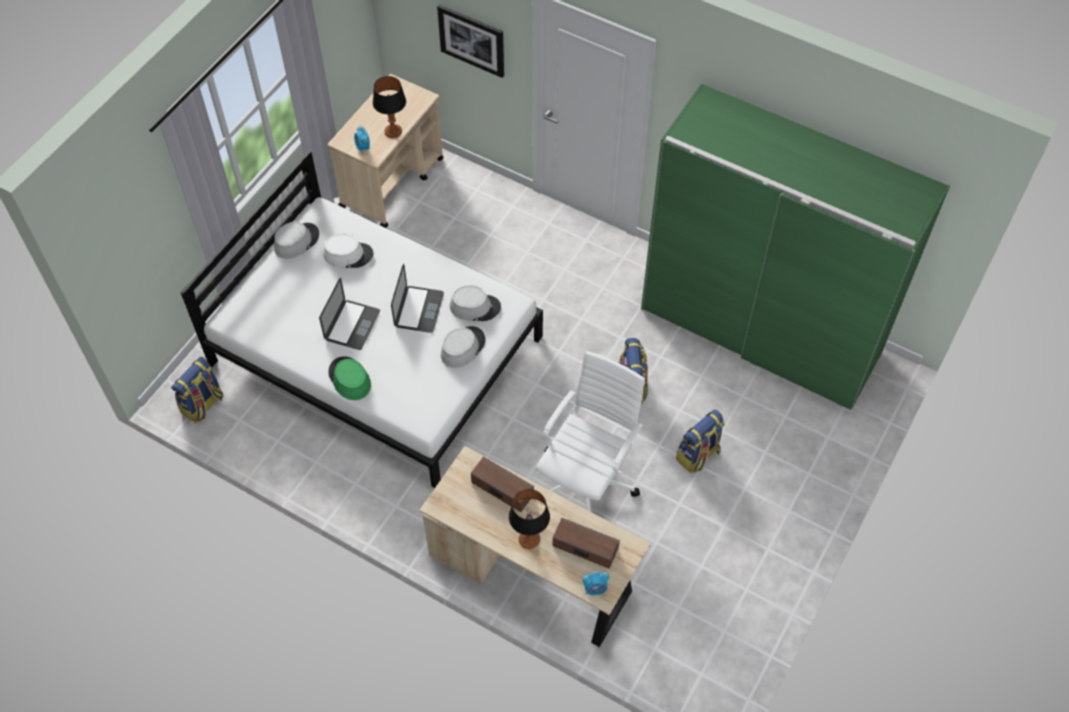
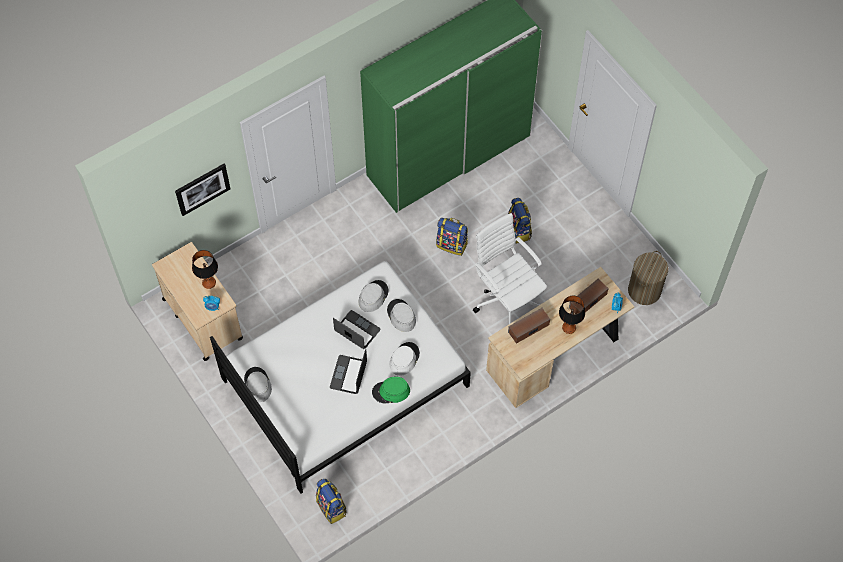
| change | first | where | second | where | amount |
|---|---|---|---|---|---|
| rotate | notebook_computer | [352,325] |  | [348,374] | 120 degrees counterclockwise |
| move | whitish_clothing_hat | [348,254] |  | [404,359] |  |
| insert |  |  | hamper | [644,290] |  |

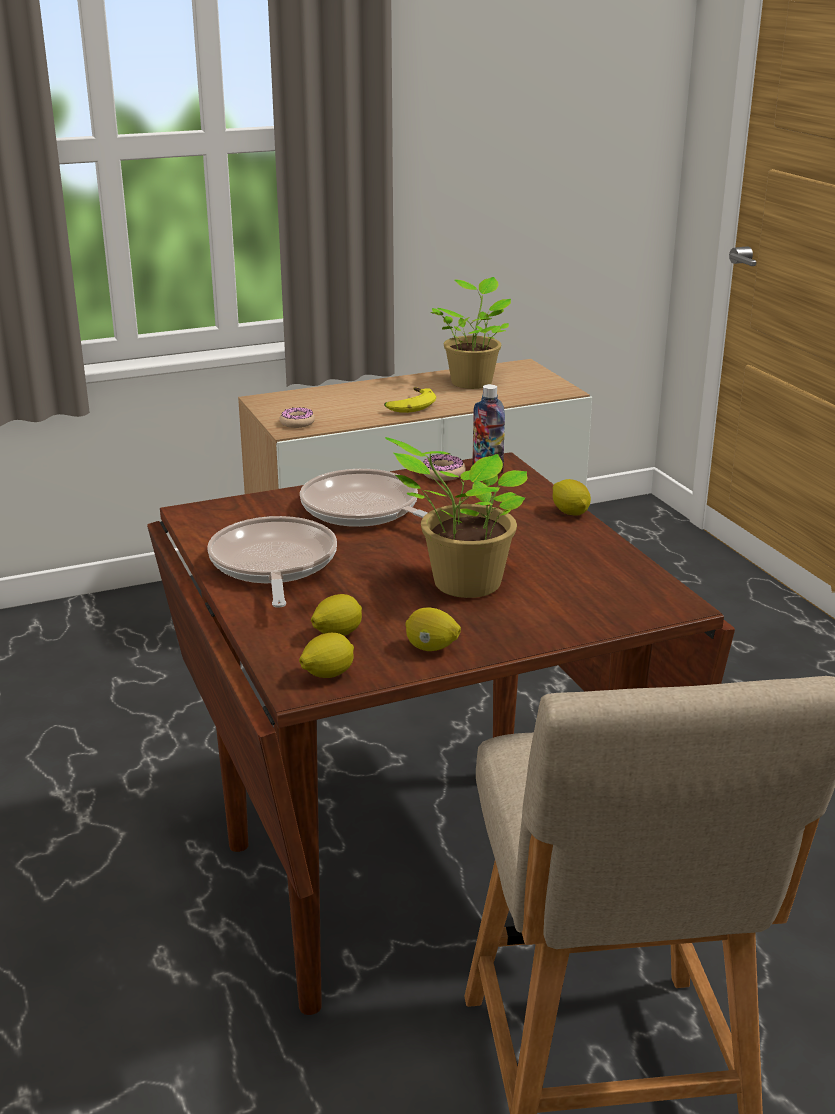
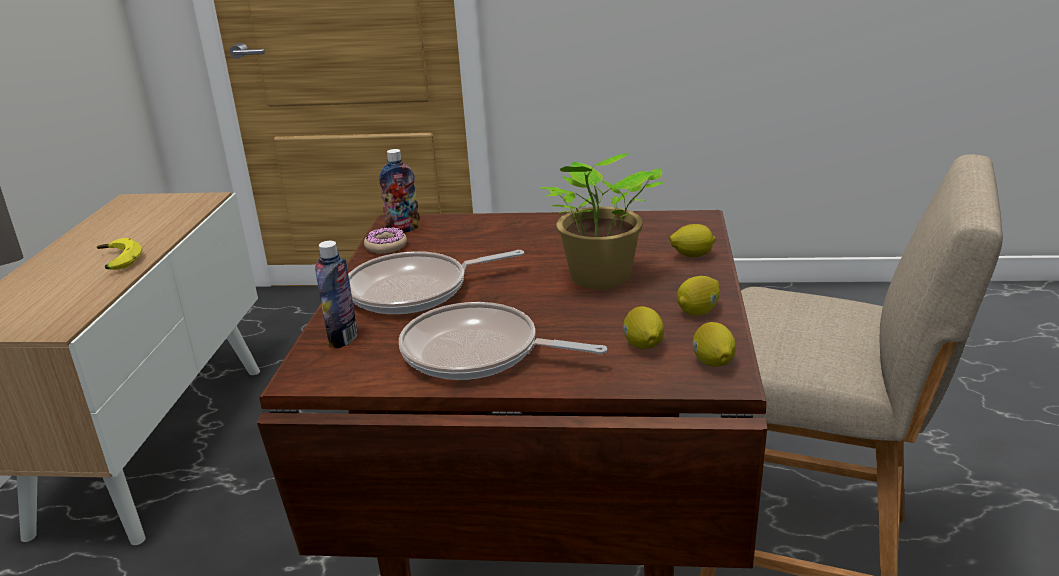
| change | first | where | second | where | amount |
|---|---|---|---|---|---|
| insert |  |  | beverage_bottle | [343,339] |  |
| move | lemon | [570,512] |  | [692,256] |  |
| delete | doughnut | [297,423] |  |  |  |
| delete | houseplant | [472,381] |  |  |  |

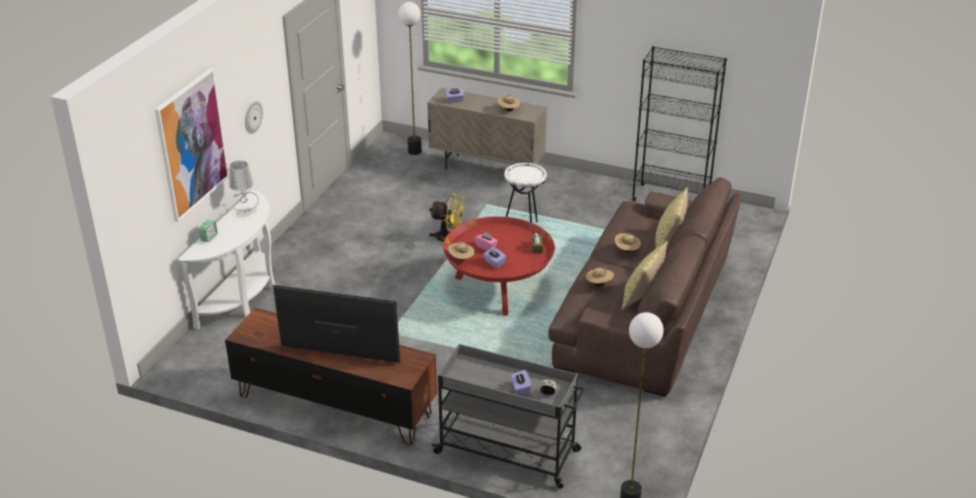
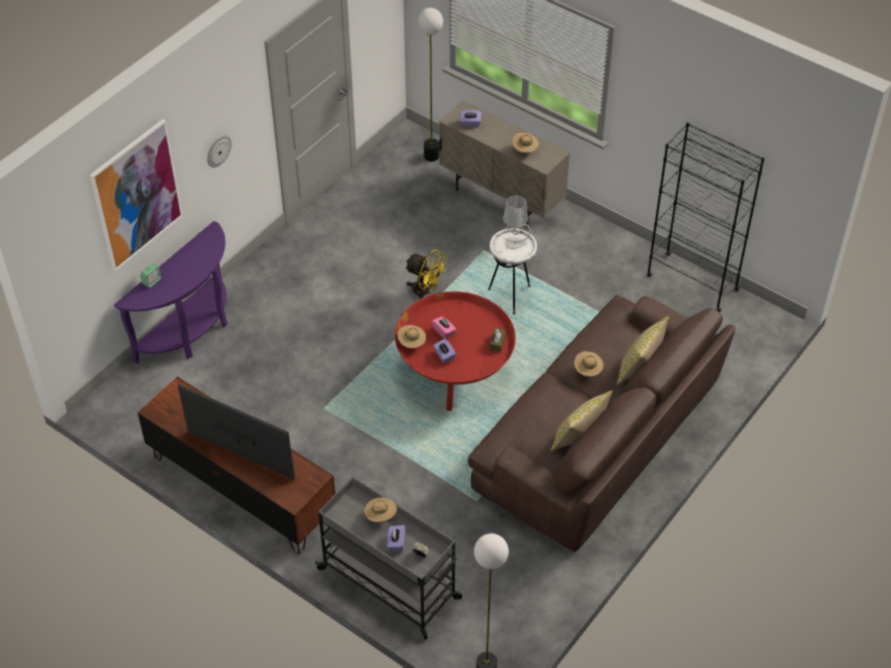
| change | first | where | second | where | amount |
|---|---|---|---|---|---|
| recolor | whitish_hall_table | [242,297] | purplish_hall_table | [191,331] |  |
| move | beige-coloured_clothing_hat | [599,284] |  | [380,517] |  |
| move | greyish_lamp_for_a_table | [246,212] |  | [515,243] |  |

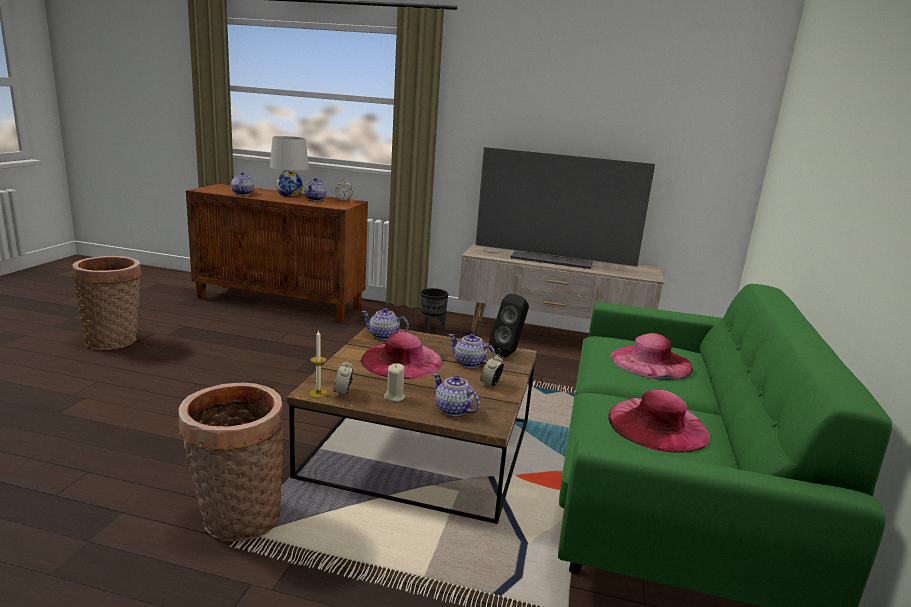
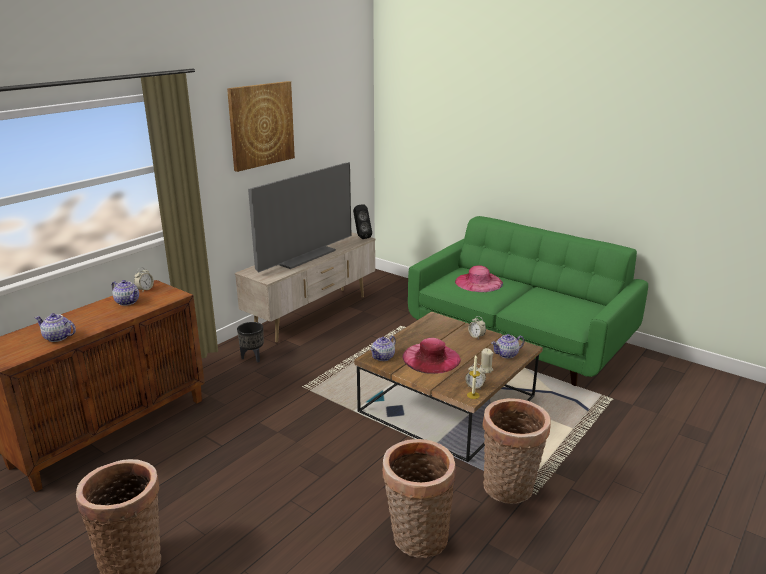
| change | first | where | second | where | amount |
|---|---|---|---|---|---|
| insert |  |  | wall_art | [261,125] |  |
| move | black-coloured_loudspeaker | [508,353] |  | [361,237] |  |
| insert |  |  | basket | [417,539] |  |
| delete | whitish_lamp_for_a_table | [289,194] |  |  |  |
| delete | tea_pot | [469,363] |  |  |  |
| delete | pinkish_clothing_hat | [657,425] |  |  |  |

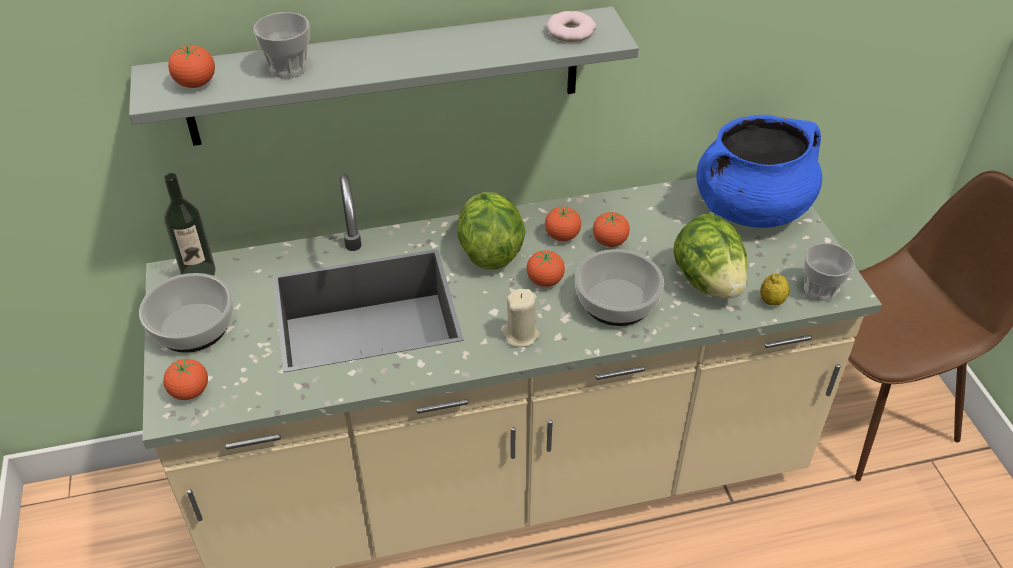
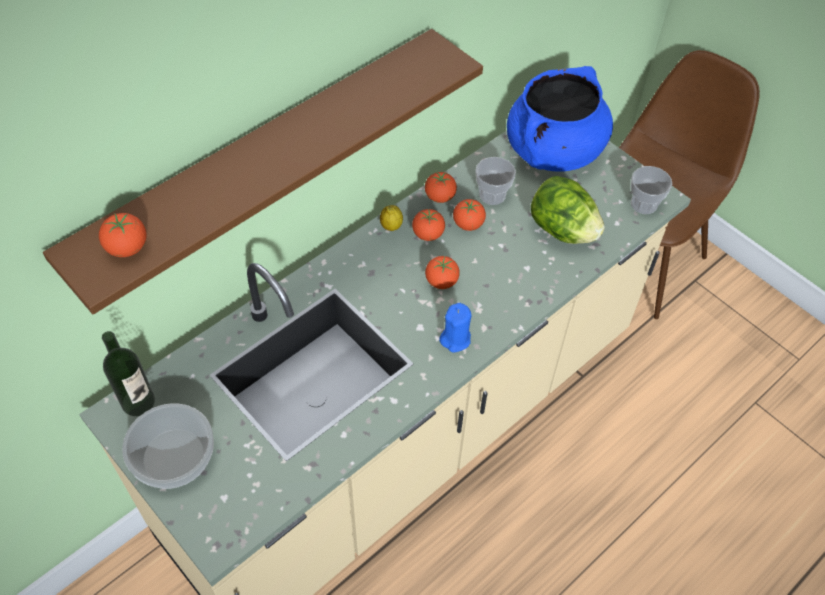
| change | first | where | second | where | amount |
|---|---|---|---|---|---|
| recolor | greyish_shelf | [386,77] | brown-coloured_shelf | [262,162] |  |
| move | lemon | [771,301] |  | [391,226] |  |
| move | tomato | [190,391] |  | [440,197] |  |
| recolor | beige-coloured_candle | [521,335] | bluish_candle | [455,339] |  |
| move | small_cup | [288,68] |  | [492,195] |  |
| delete | head_of_lettuce | [489,251] |  |  |  |
| delete | doughnut | [570,31] |  |  |  |
| delete | deep_dish | [617,301] |  |  |  |

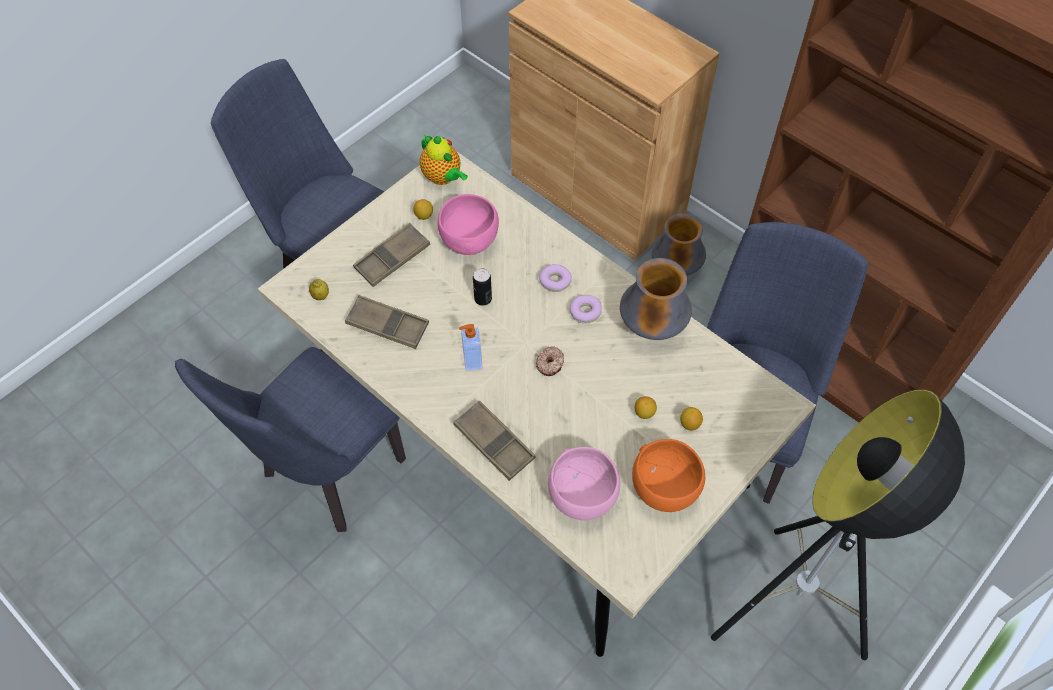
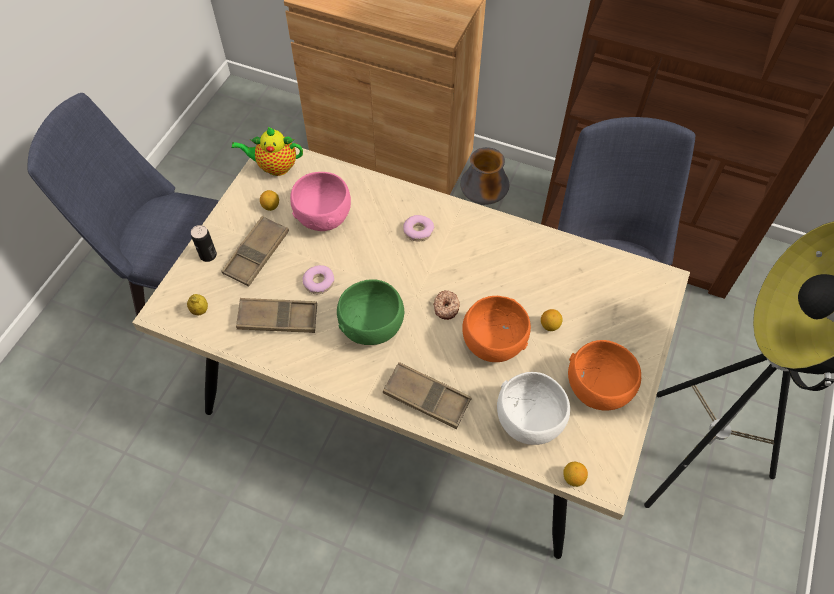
| change | first | where | second | where | amount |
|---|---|---|---|---|---|
| move | sealed_can | [483,298] |  | [208,255] |  |
| rotate | tea_pot | [443,178] |  | [275,167] | 150 degrees clockwise |
| move | doughnut | [585,312] |  | [319,282] |  |
| replace | liquid_soap_bottle | [471,360] | greenish_deep_dish | [372,327] |  |
| insert |  |  | orangey_deep_dish | [493,342] |  |
| recolor | pinkish_deep_dish | [581,496] | whitish_deep_dish | [528,421] |  |
| move | lemon | [689,424] |  | [573,478] |  |
| delete | bluish_plain_chair | [327,476] |  |  |  |
| delete | flower_vase | [652,327] |  |  |  |

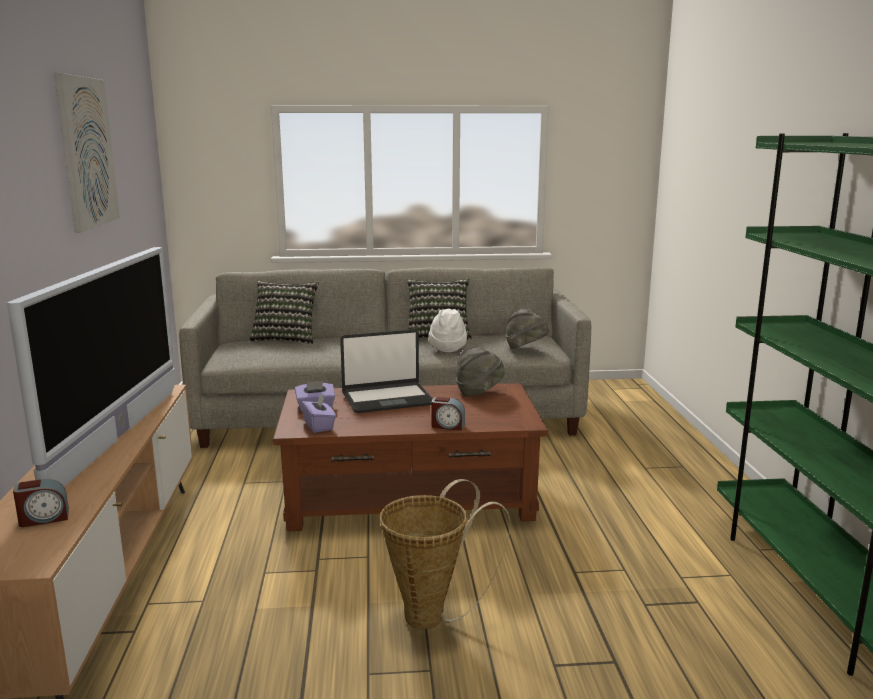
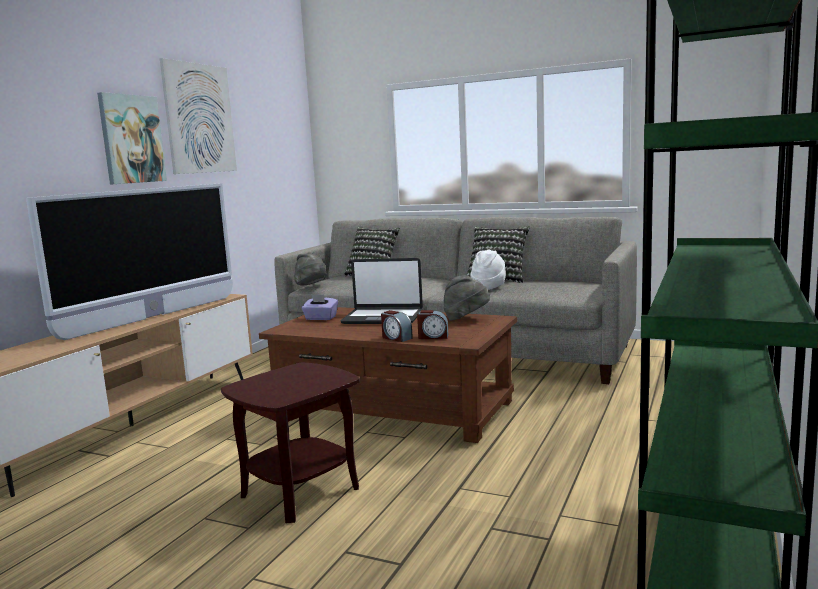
| change | first | where | second | where | amount |
|---|---|---|---|---|---|
| insert |  |  | wall_art | [131,139] |  |
| replace | basket | [433,615] | brown-coloured_side_table | [300,492] |  |
| move | greyish_clothing_hat | [526,349] |  | [312,286] |  |
| move | alarm_clock | [44,518] |  | [433,337] |  |
| delete | purplish_tissue_box | [319,426] |  |  |  |

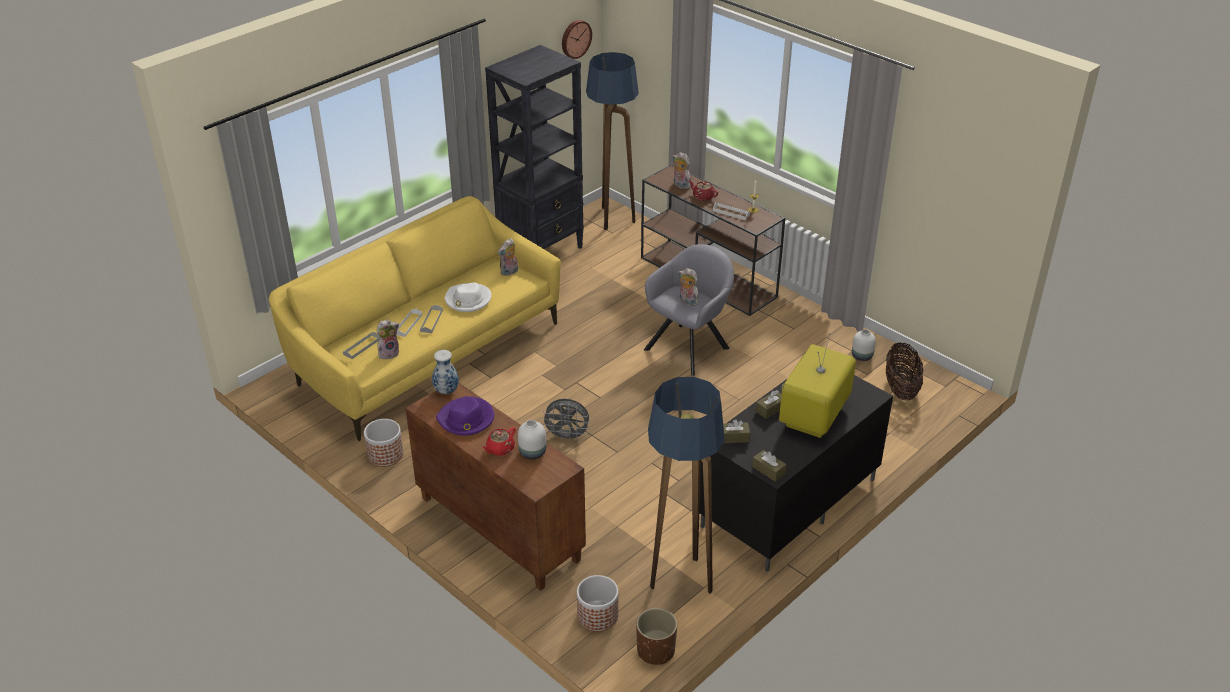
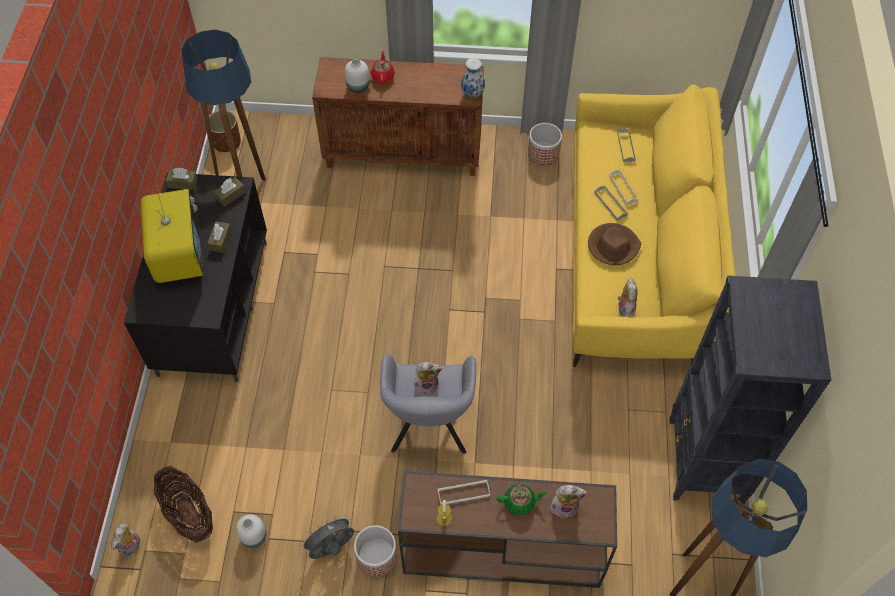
| change | first | where | second | where | amount |
|---|---|---|---|---|---|
| move | plush_toy | [389,353] |  | [131,547] |  |
| move | greyish_electric_fan | [567,437] |  | [331,548] |  |
| move | flower_pot | [597,616] |  | [376,557] |  |
| recolor | red_tea_pot | [703,197] | greenish_tea_pot | [520,502] |  |
| recolor | whitish_clothing_hat | [467,300] | brown-coloured_clothing_hat | [613,246] |  |
| delete | purplish_clothing_hat | [466,419] |  |  |  |
| delete | wall_clock | [575,38] |  |  |  |

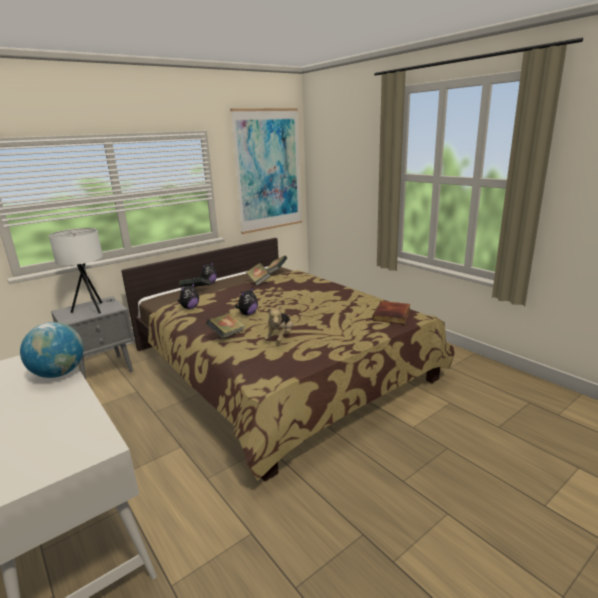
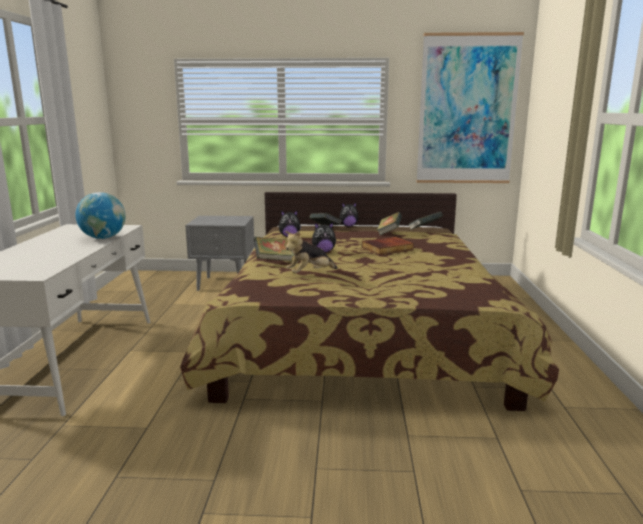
| change | first | where | second | where | amount |
|---|---|---|---|---|---|
| move | book | [392,315] |  | [387,249] |  |
| delete | whitish_lamp_for_a_table | [93,309] |  |  |  |

